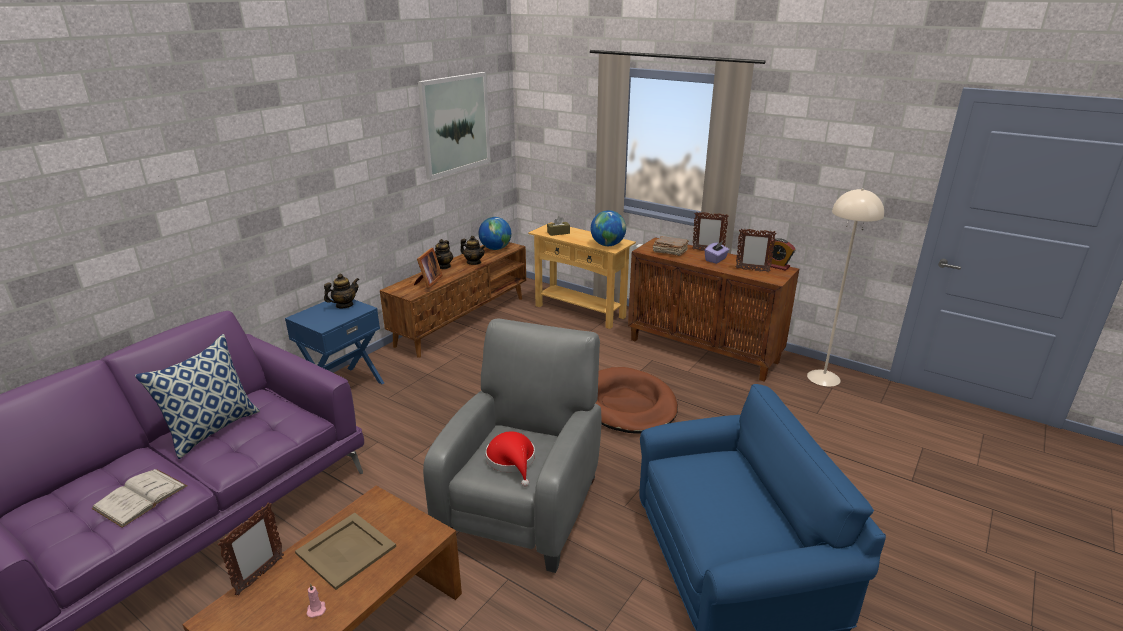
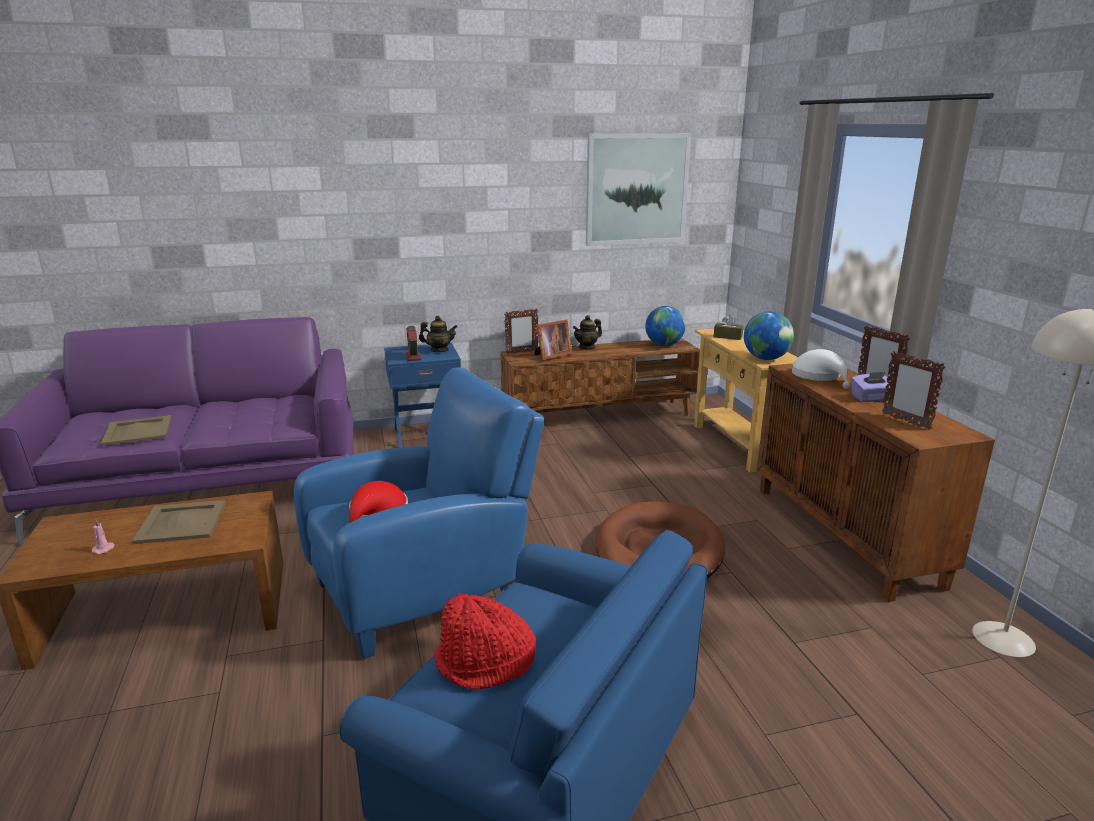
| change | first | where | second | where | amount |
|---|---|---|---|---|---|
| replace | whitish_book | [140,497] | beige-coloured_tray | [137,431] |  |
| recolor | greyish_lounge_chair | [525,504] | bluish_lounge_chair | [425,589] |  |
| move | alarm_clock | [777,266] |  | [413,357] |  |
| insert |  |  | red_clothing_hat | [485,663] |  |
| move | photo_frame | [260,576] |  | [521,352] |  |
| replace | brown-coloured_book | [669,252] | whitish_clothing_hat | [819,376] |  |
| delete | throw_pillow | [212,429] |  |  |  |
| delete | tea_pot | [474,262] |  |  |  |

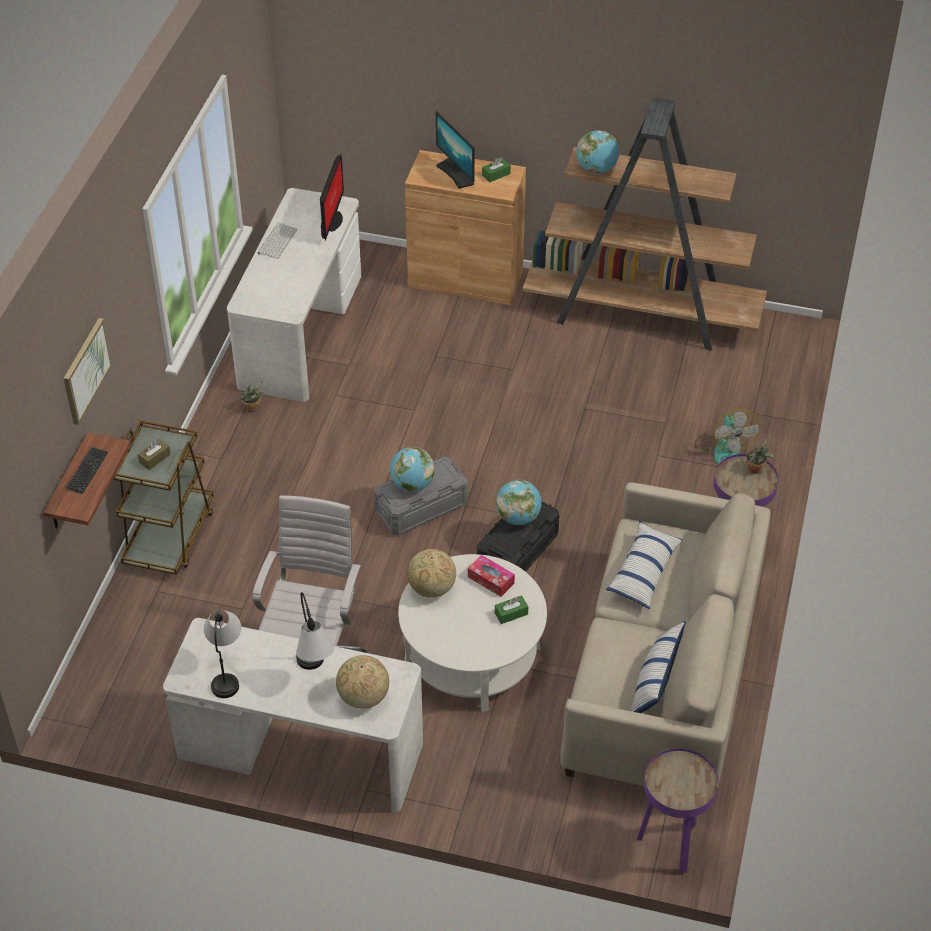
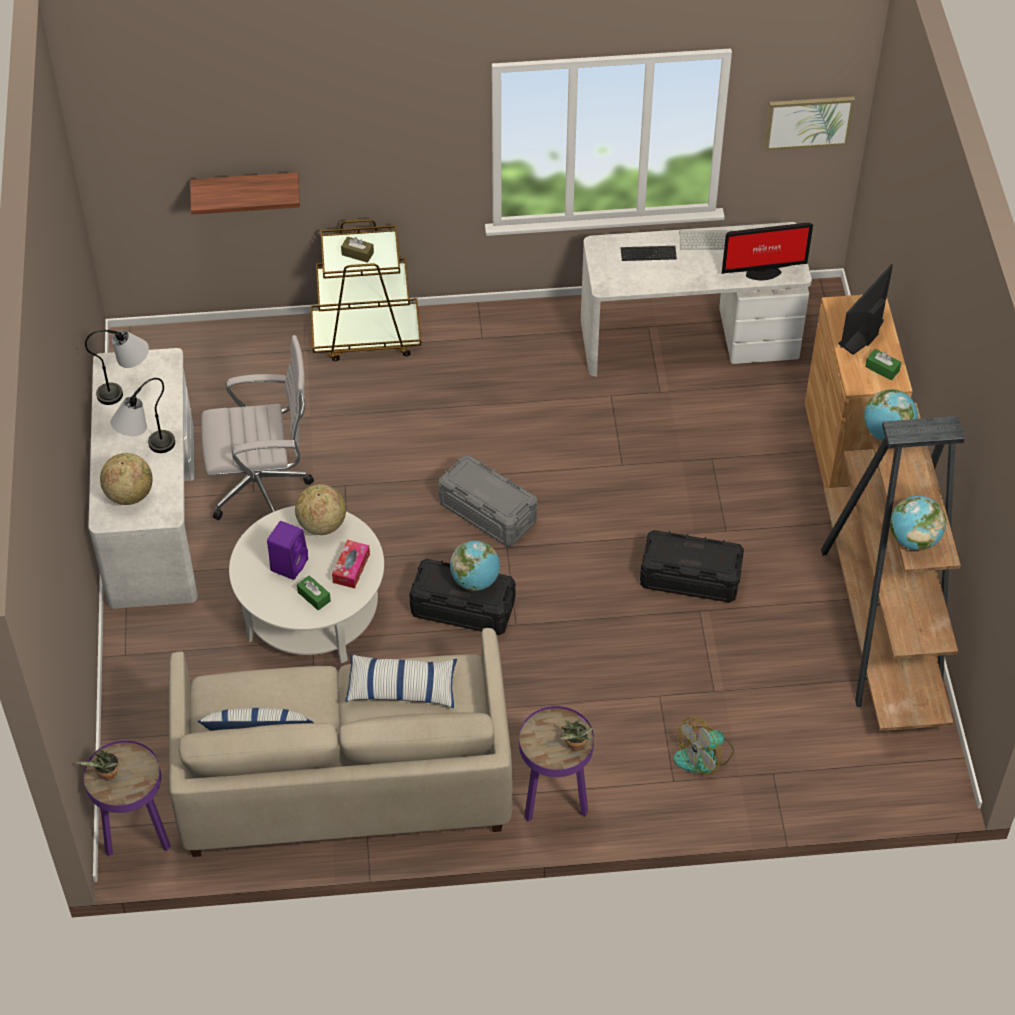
| change | first | where | second | where | amount |
|---|---|---|---|---|---|
| move | houseplant | [253,409] |  | [107,776] |  |
| insert |  |  | purplish_loudspeaker | [289,564] |  |
| move | computer_keyboard | [87,471] |  | [648,254] |  |
| insert |  |  | black-coloured_storage_bin | [690,578] |  |
| move | wall_art | [86,370] |  | [808,122] |  |
| move | world_globe | [412,485] |  | [913,539] |  |

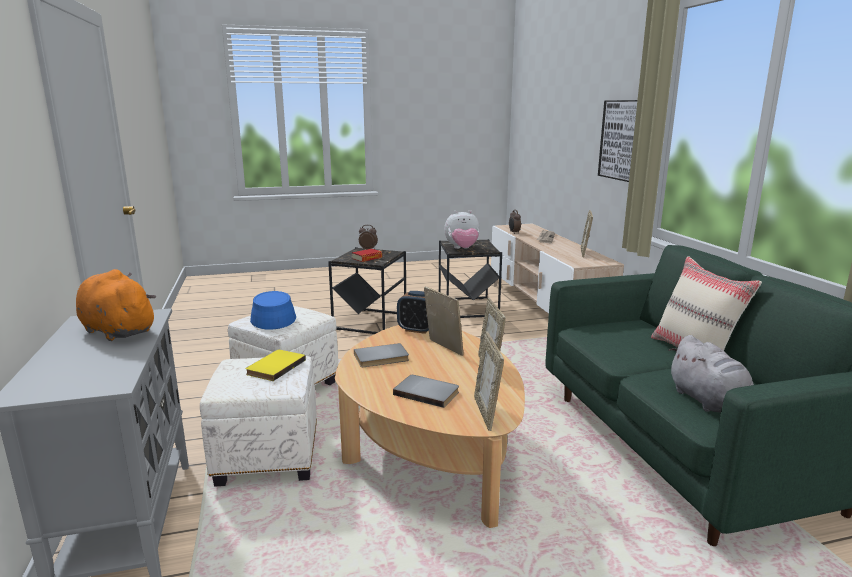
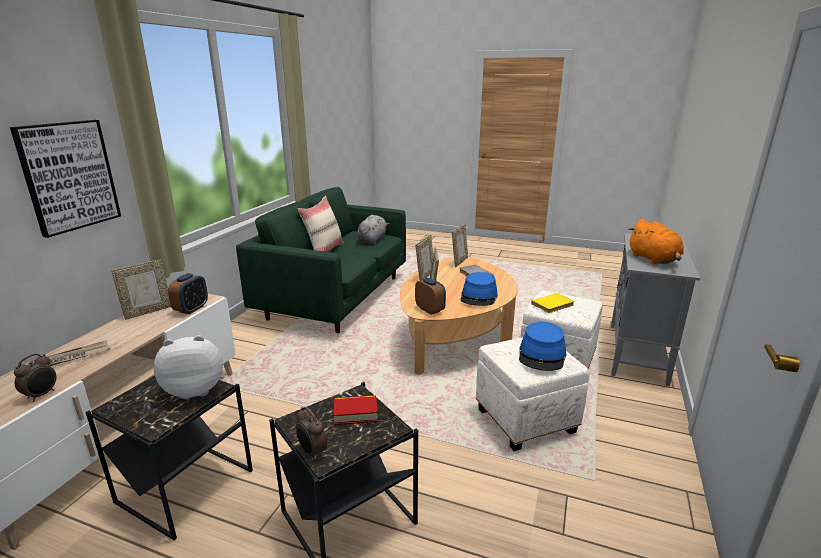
| change | first | where | second | where | amount |
|---|---|---|---|---|---|
| rotate | plush_toy | [462,249] |  | [195,389] | 45 degrees counterclockwise |
| insert |  |  | alarm_clock | [191,309] |  |
| replace | greyish_book | [381,358] | bluish_clothing_hat | [479,297] |  |

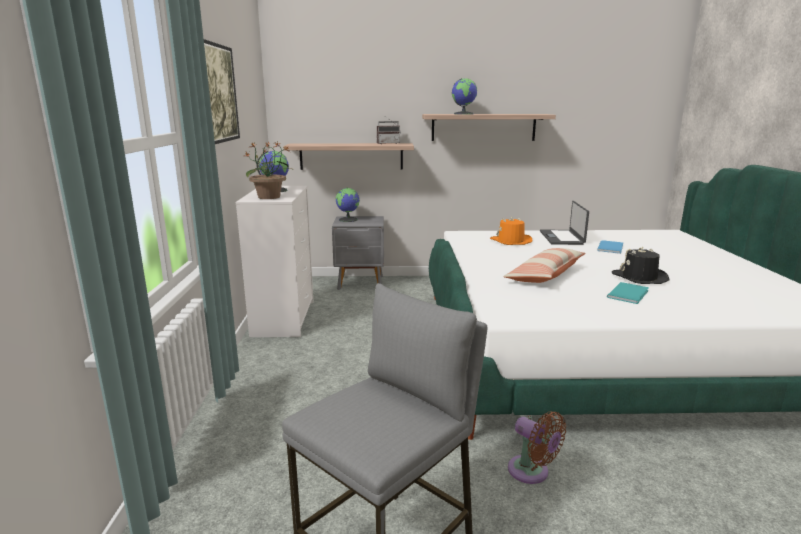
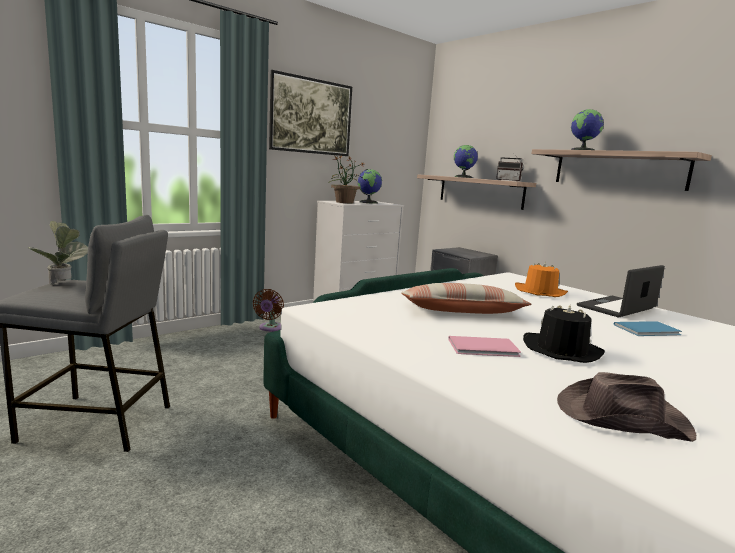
| change | first | where | second | where | amount |
|---|---|---|---|---|---|
| insert |  |  | houseplant | [63,284] |  |
| move | brown-coloured_electric_fan | [532,472] |  | [270,328] |  |
| recolor | blue-green_book | [629,294] | pinkish_book | [485,348] |  |
| move | world_globe | [348,220] |  | [463,177] |  |
| insert |  |  | brown-coloured_clothing_hat | [620,416] |  |

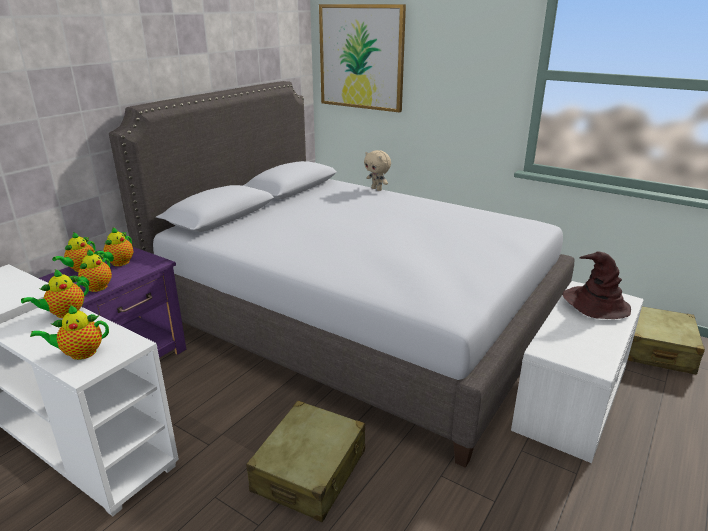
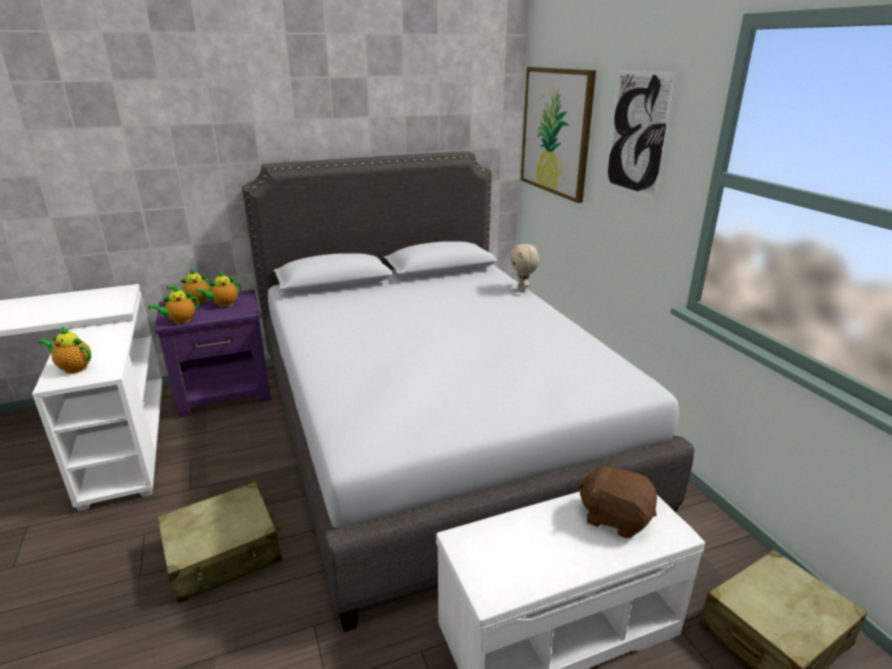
| change | first | where | second | where | amount |
|---|---|---|---|---|---|
| replace | brown-coloured_clothing_hat | [594,304] | brown-coloured_plush_toy | [615,517] |  |
| insert |  |  | wall_art | [637,133] |  |
| delete | tea_pot | [65,314] |  |  |  |

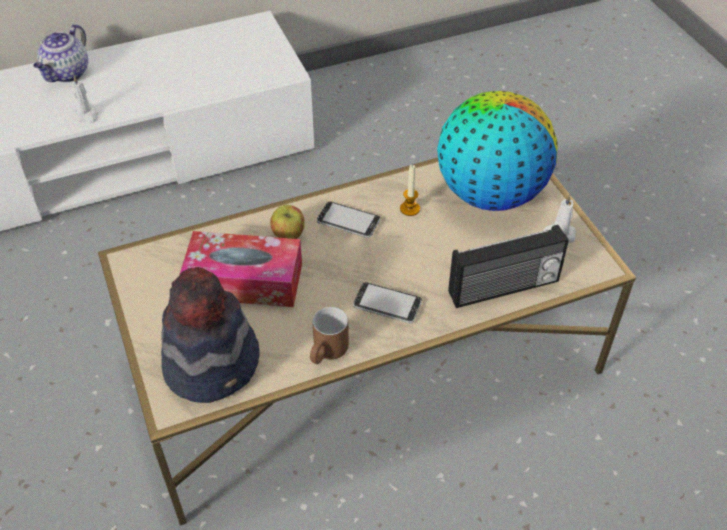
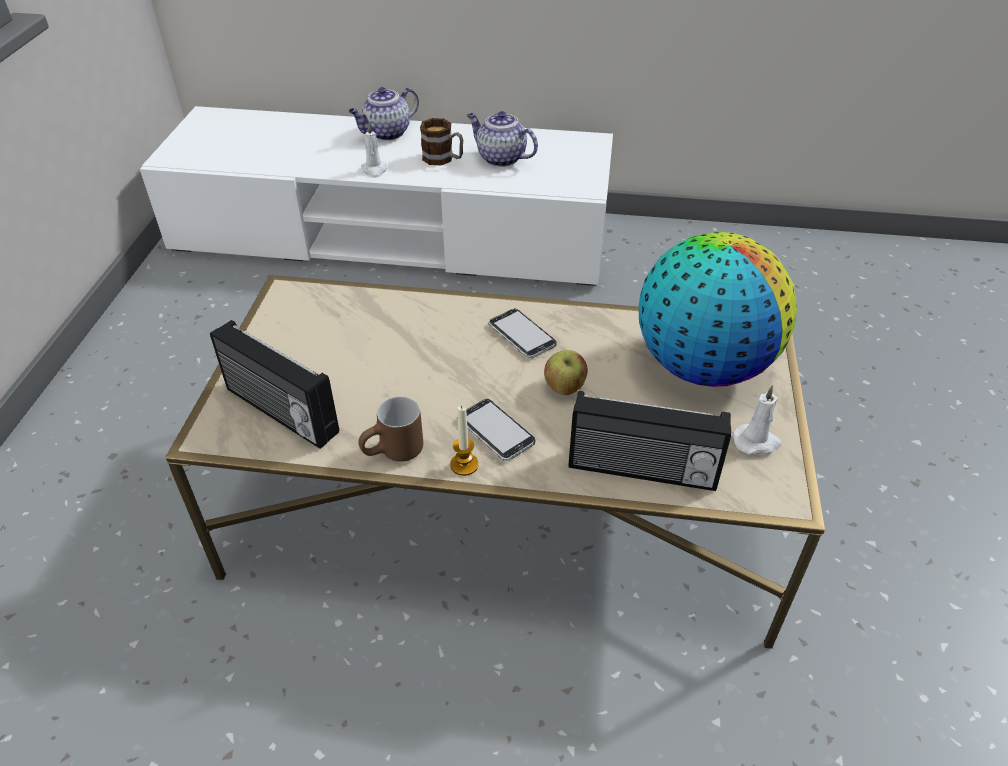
| change | first | where | second | where | amount |
|---|---|---|---|---|---|
| replace | clothing_hat | [213,363] | radio_receiver | [279,412] |  |
| insert |  |  | mug | [443,159] |  |
| move | candle | [410,209] |  | [464,465] |  |
| insert |  |  | tea_pot | [500,158] |  |
| move | whole_apple | [289,234] |  | [565,387] |  |
| delete | tissue_box | [244,280] |  |  |  |

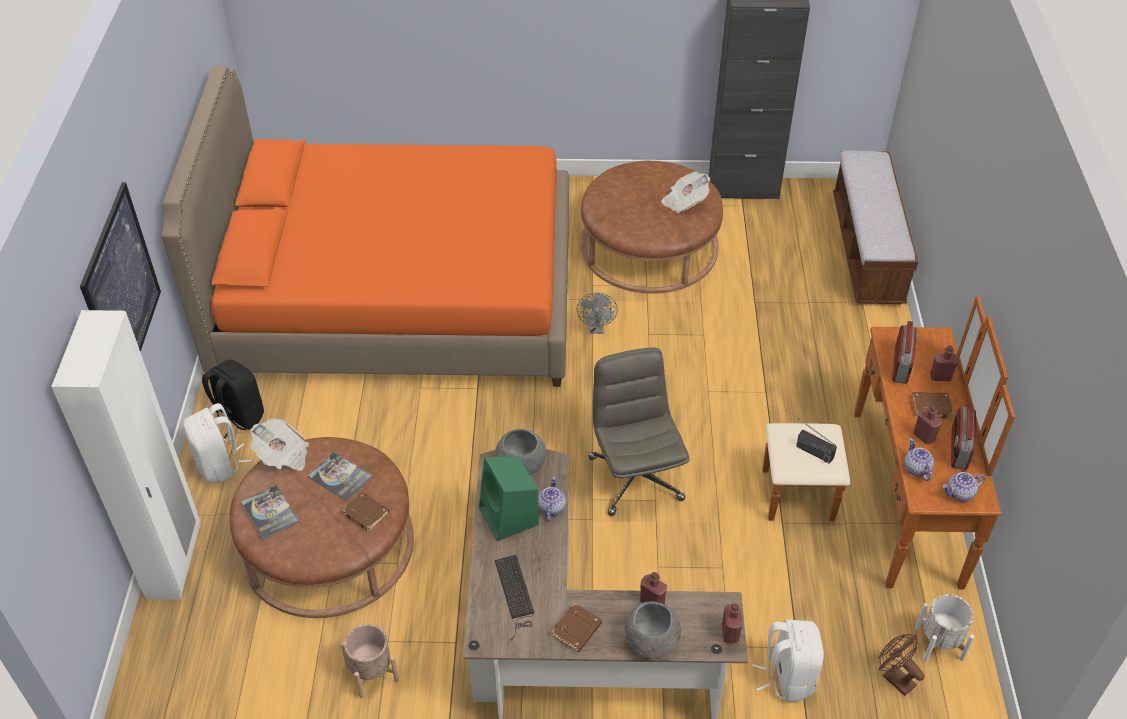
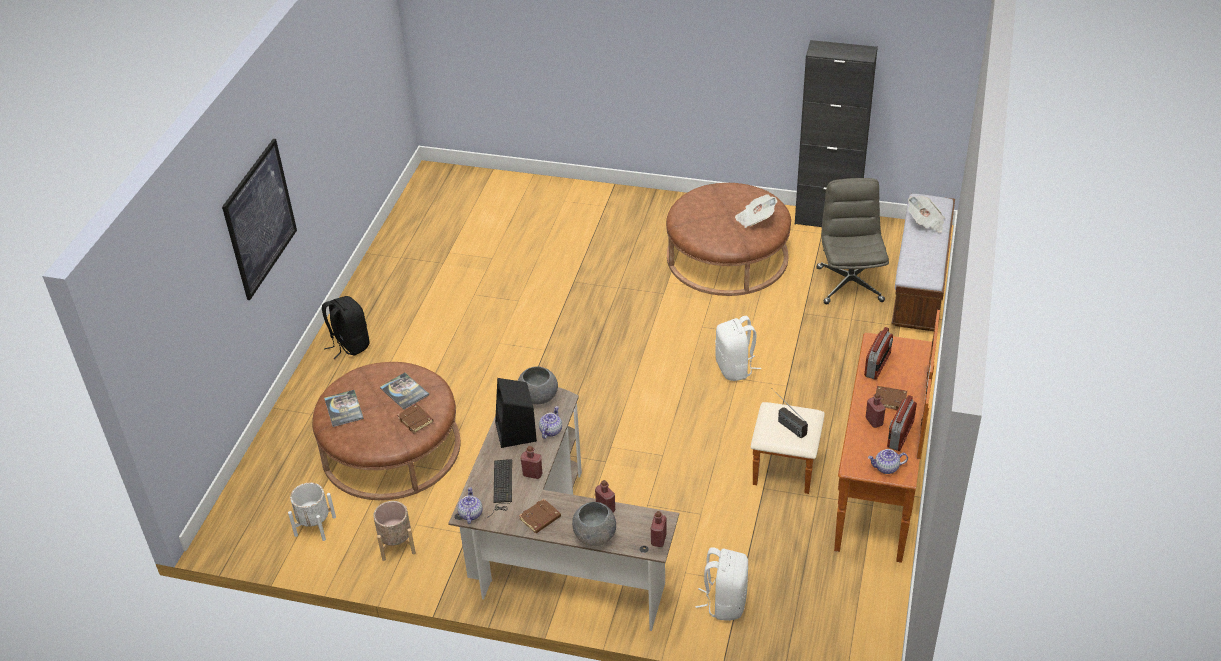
| change | first | where | second | where | amount |
|---|---|---|---|---|---|
| move | whitish_flower_pot | [939,643] |  | [315,526] |  |
| move | tea_pot | [916,468] |  | [470,514] |  |
| recolor | greenish_loudspeaker | [509,517] | black-coloured_loudspeaker | [516,432] |  |
| move | red_beverage_bottle | [940,377] |  | [532,474] |  |
| move | whitish_knapsack | [220,464] |  | [735,368] |  |
| move | greyish_desk_chair | [635,477] |  | [849,284] |  |
| move | printed_paper | [283,455] |  | [925,222] |  |
| delete | whitish_wardrobe | [175,562] |  |  |  |
| delete | orangey_bed | [398,298] |  |  |  |
| delete | greyish_electric_fan | [597,328] |  |  |  |
| delete | brown-coloured_electric_fan | [894,677] |  |  |  |

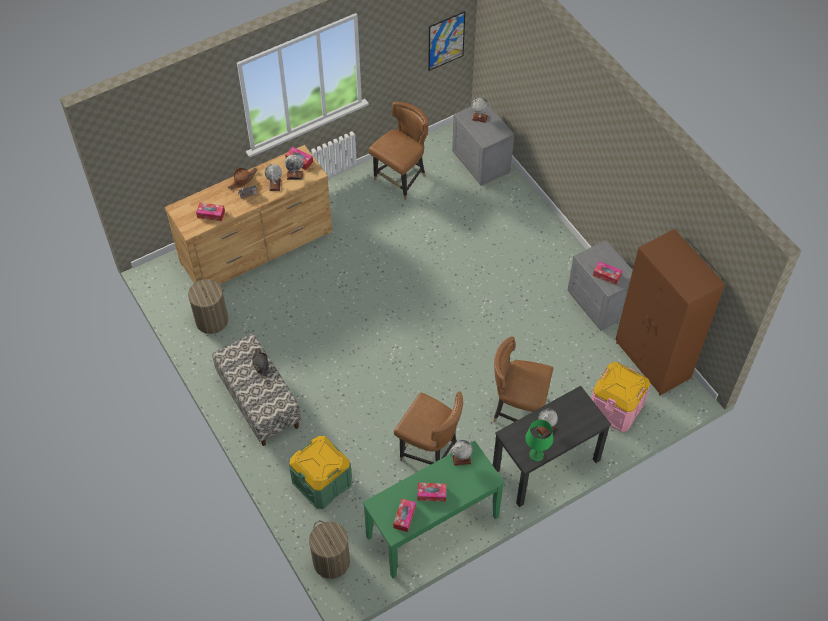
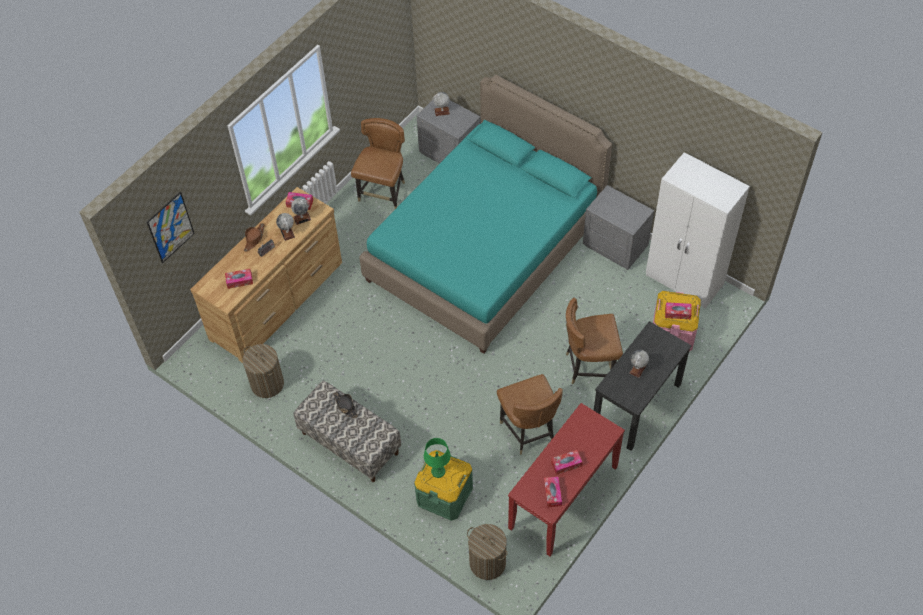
| change | first | where | second | where | amount |
|---|---|---|---|---|---|
| move | wall_art | [446,41] |  | [170,227] |  |
| insert |  |  | blue-green_bed | [485,249] |  |
| move | greenish_lamp_for_a_table | [536,455] |  | [438,471] |  |
| rotate | brown-coloured_plain_chair | [429,451] |  | [528,431] | 60 degrees clockwise |
| recolor | greenish_hall_table | [433,527] | red_hall_table | [564,497] |  |
| recolor | brown-coloured_wardrobe | [652,361] | whitish_wardrobe | [684,281] |  |
| move | tissue_box | [607,275] |  | [677,313] |  |
| delete | world_globe | [461,459] |  |  |  |

